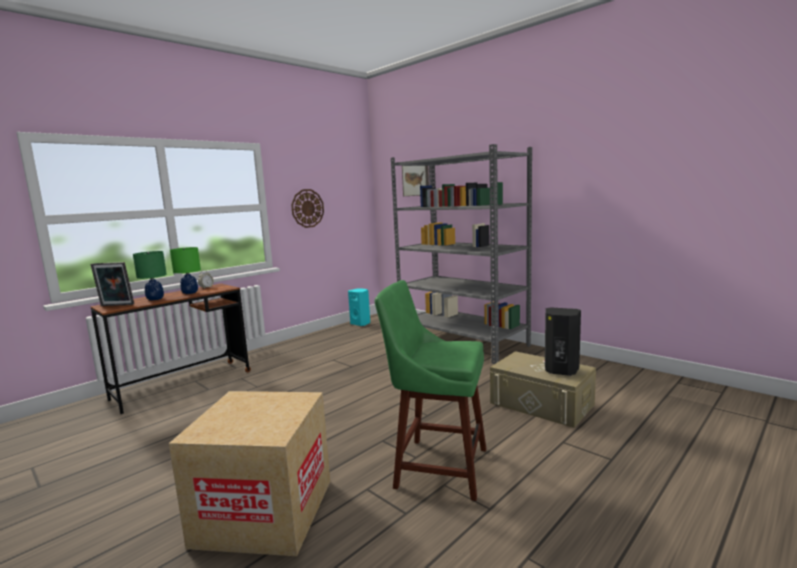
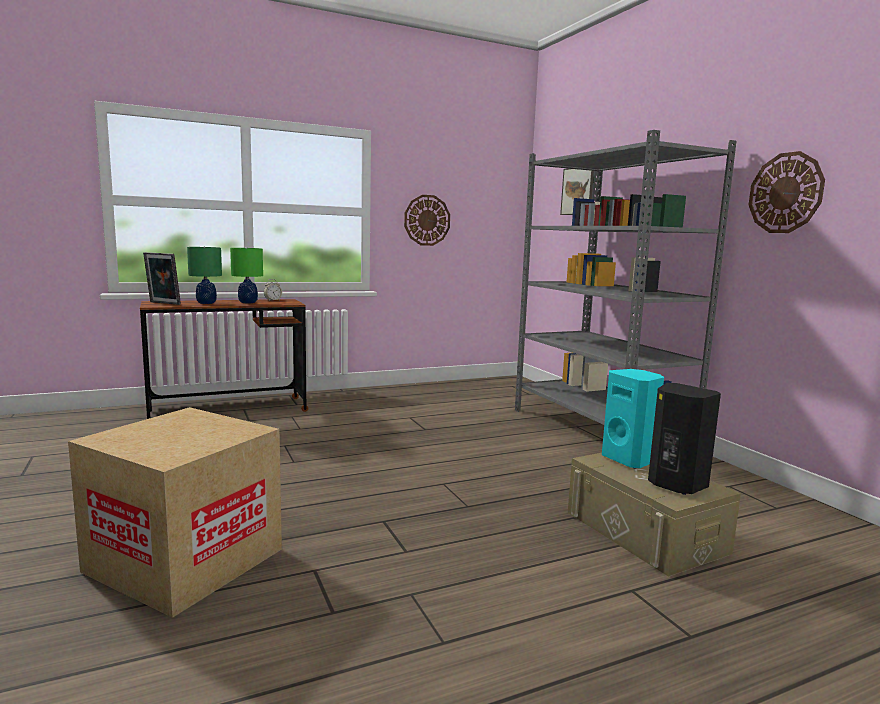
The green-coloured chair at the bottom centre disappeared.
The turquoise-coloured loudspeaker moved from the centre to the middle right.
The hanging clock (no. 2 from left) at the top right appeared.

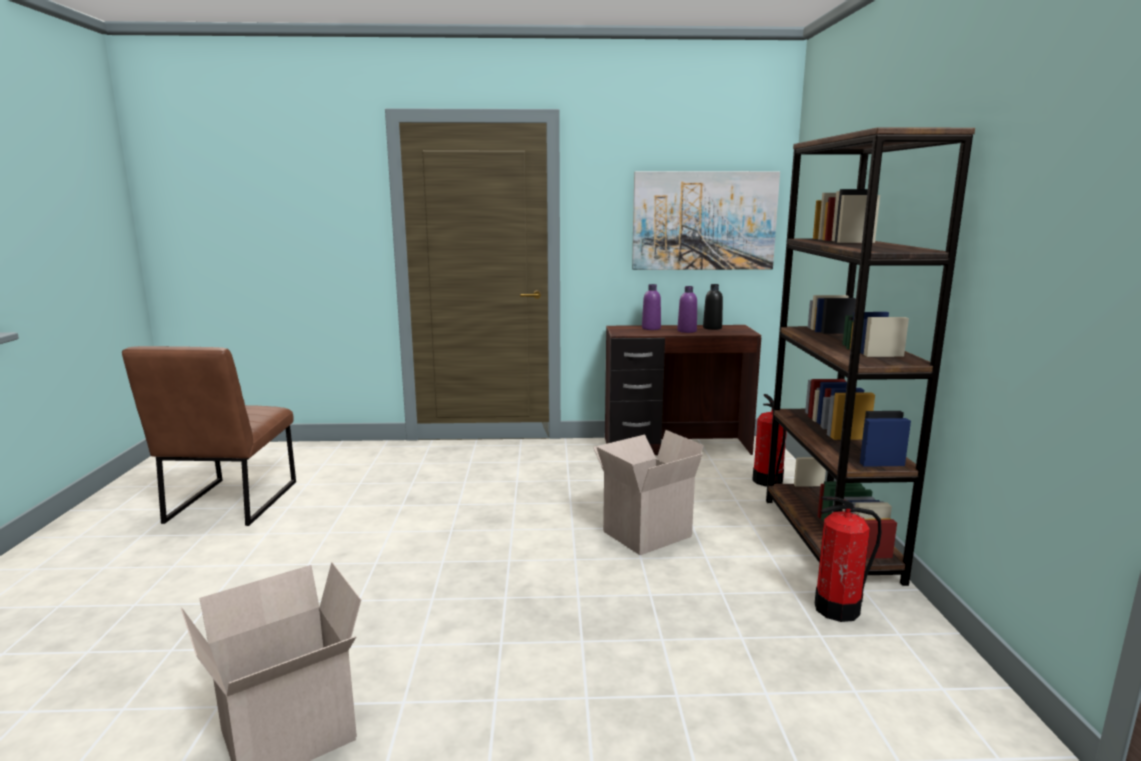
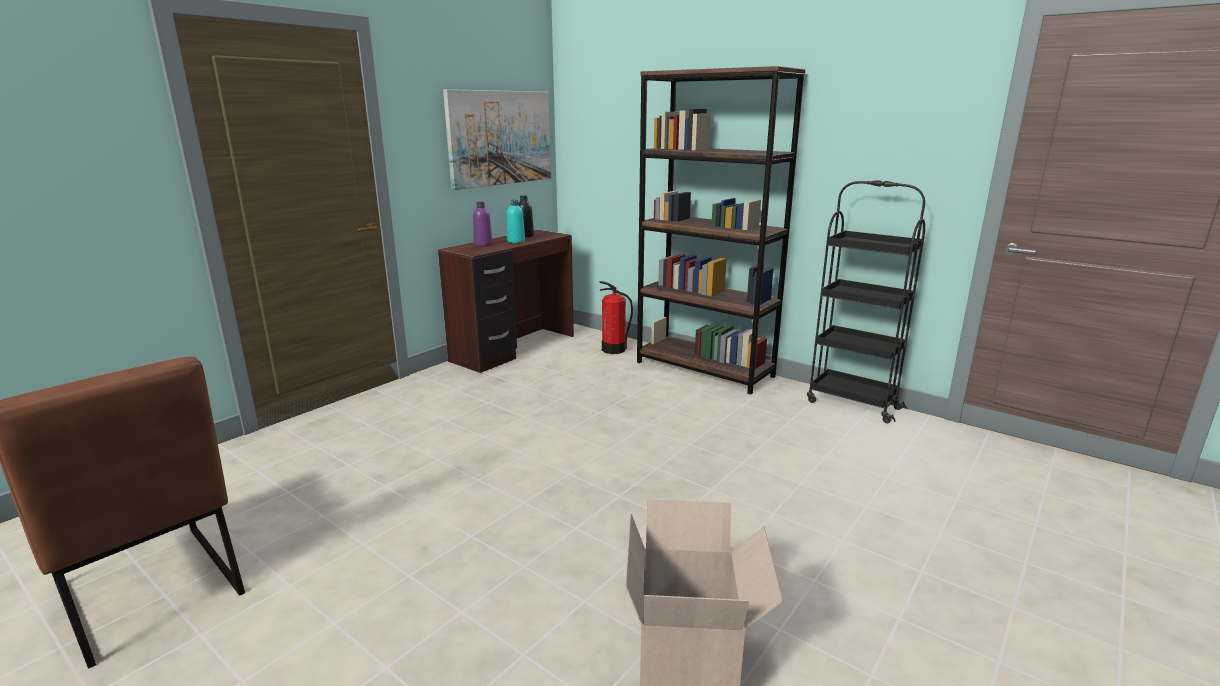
The purple beverage bottle (no. 2 from left) at the centre became the turquoise-coloured beverage bottle at the top centre.
The carton (no. 2 from left) at the centre disappeared.
The extinguisher (no. 2 from left) at the bottom right disappeared.
The blackish trolley at the middle right appeared.

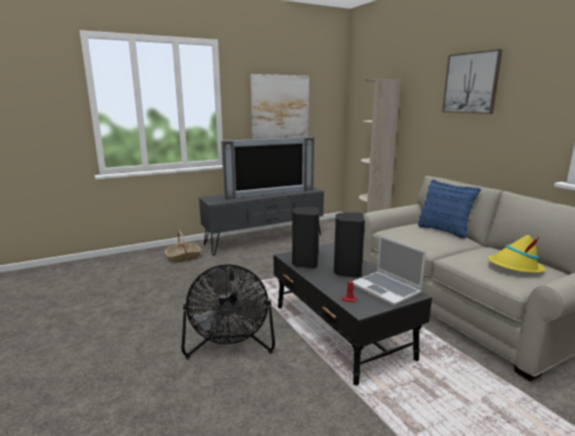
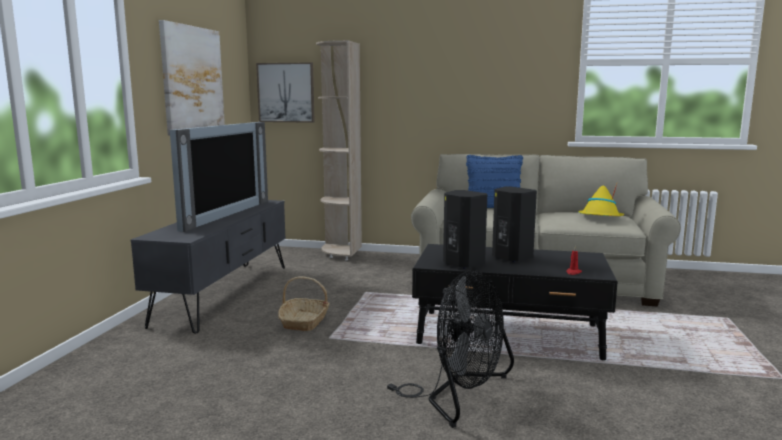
The picture (no. 2 from left) moved from the top right to the top centre.
The basket moved from the middle left to the bottom centre.
The notebook computer at the middle right disappeared.

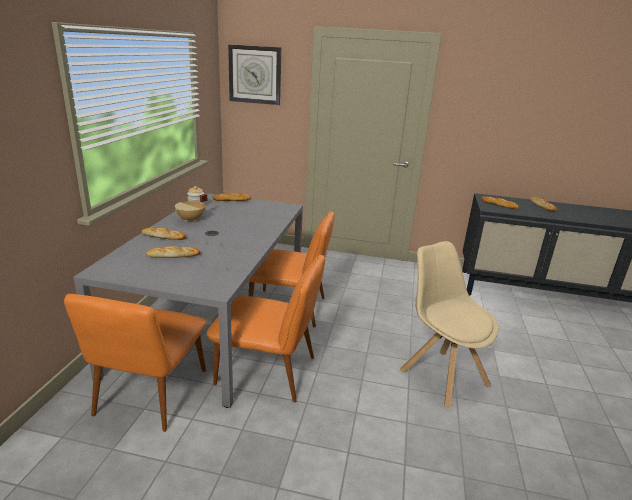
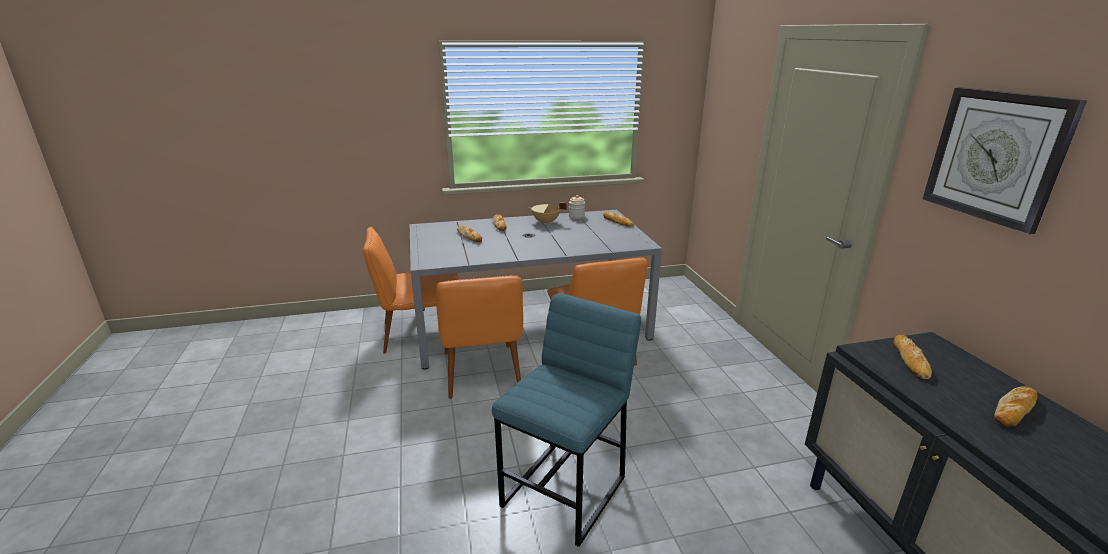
The hanging clock moved from the top centre to the top right.
The beige chair at the middle right was replaced by the bluish stool at the bottom centre.

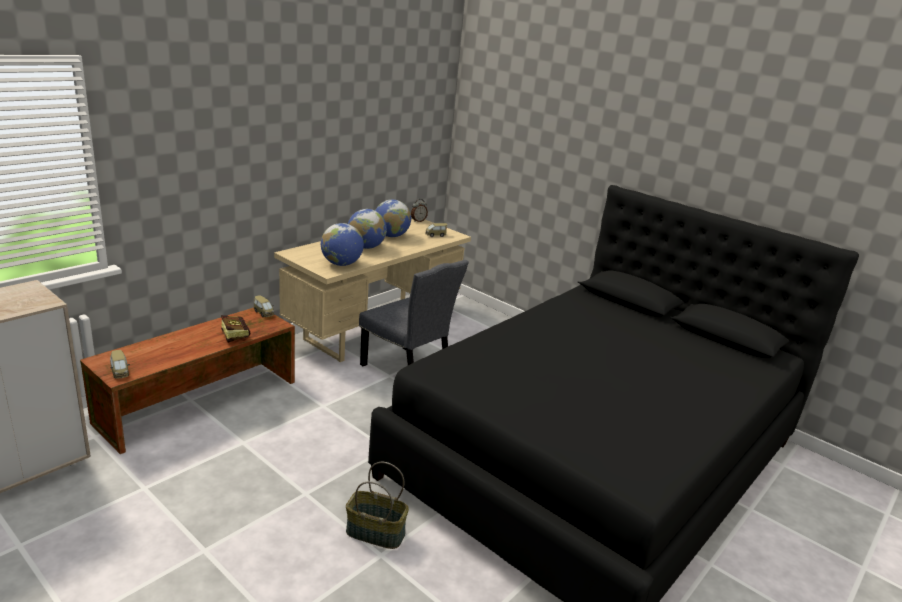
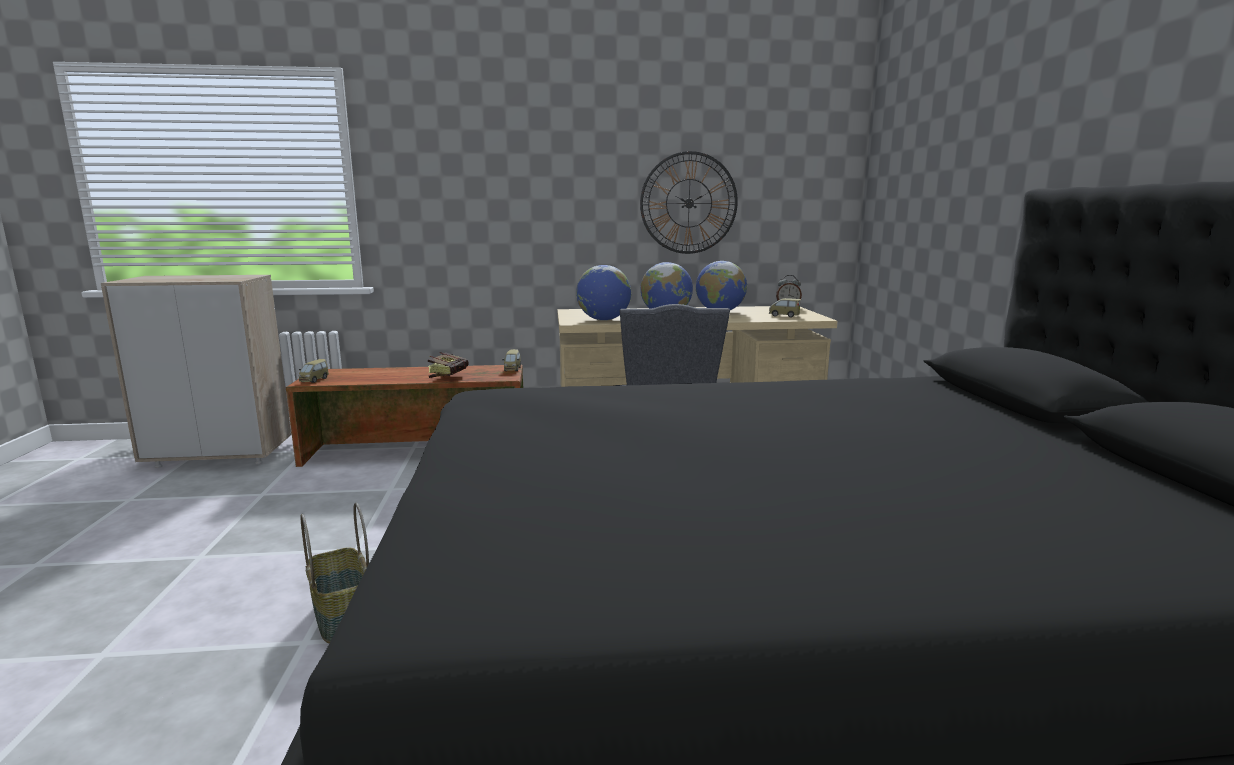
The hanging clock at the top centre appeared.

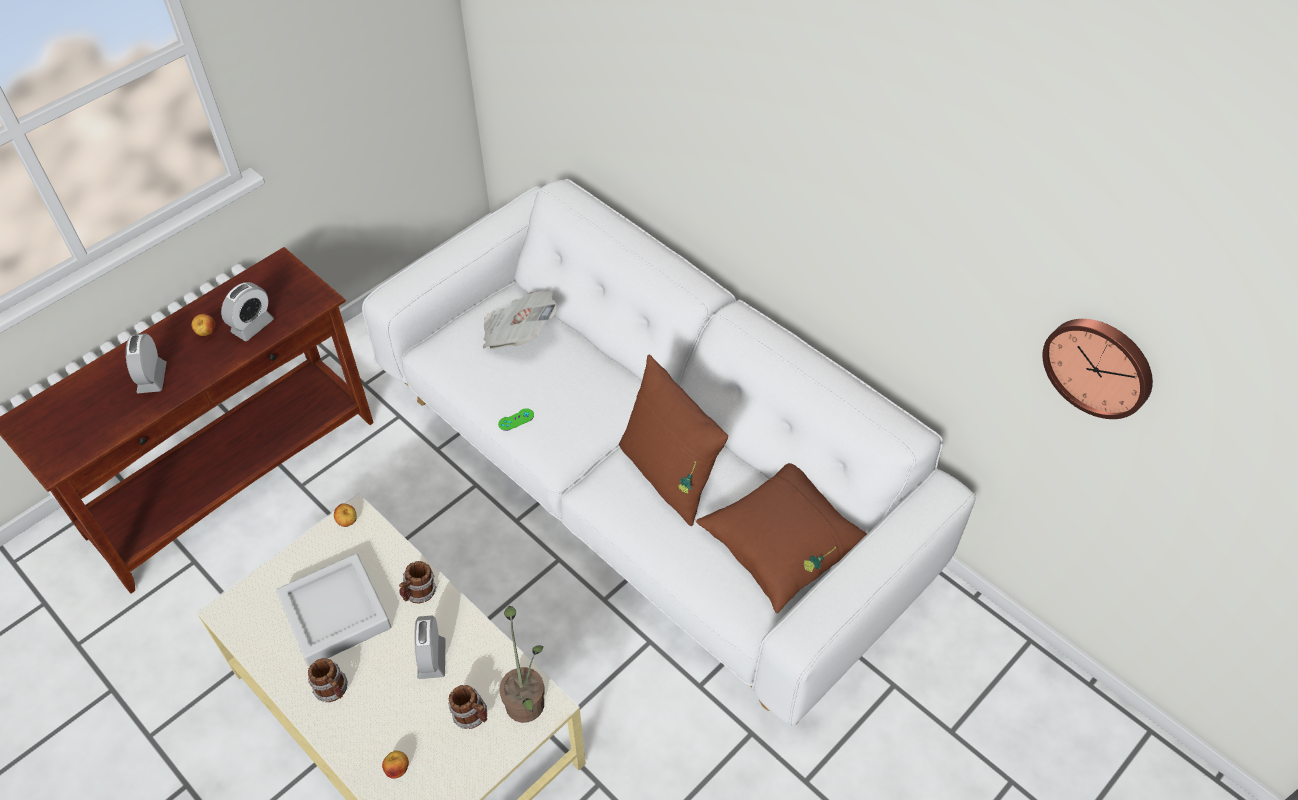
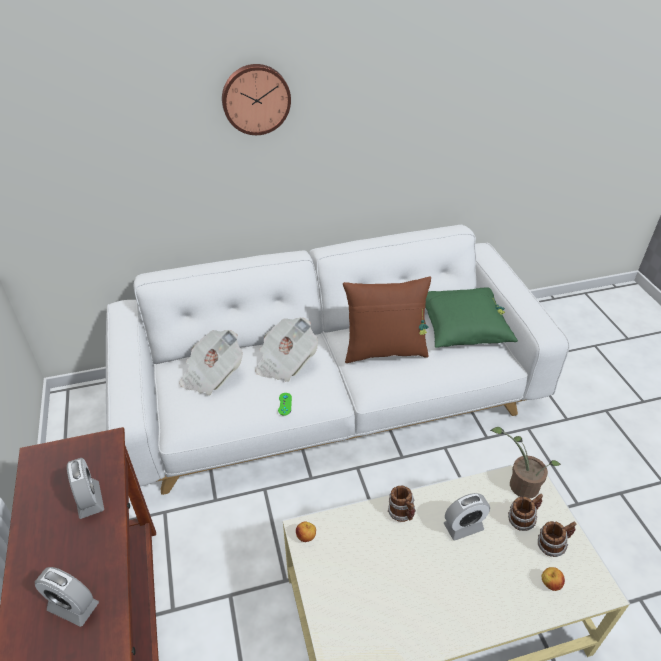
The whole apple (no. 1 from left) at the middle left disappeared.
The hanging clock moved from the middle right to the top centre.
The brown-coloured throw pillow (no. 2 from left) at the bottom centre became the green-coloured throw pillow at the middle right.
The greyish tray at the bottom left disappeared.
The table clock (no. 3 from left) at the bottom left turned 45 degrees counterclockwise.
The tea mug (no. 1 from left in the first image) moved from the bottom left to the bottom right.
The printed paper (no. 2 from left) at the centre appeared.

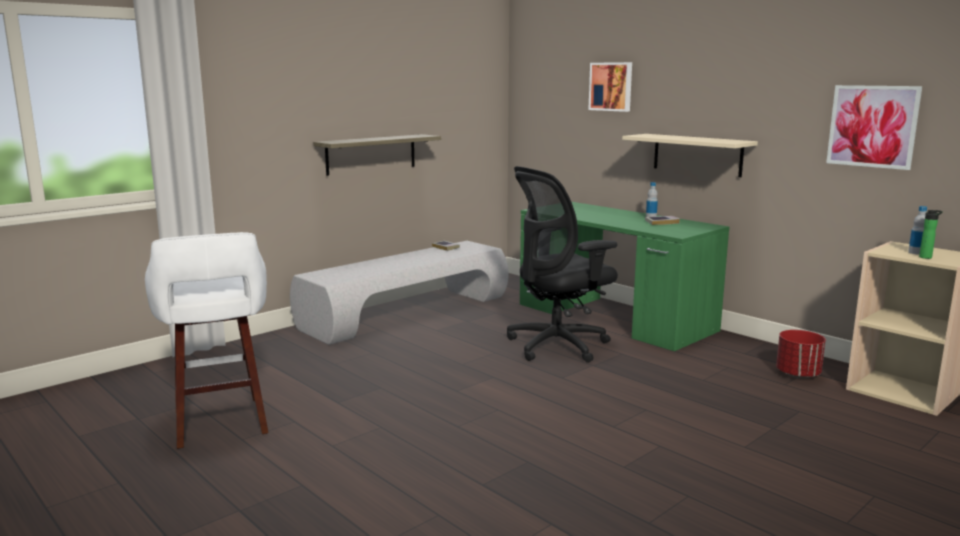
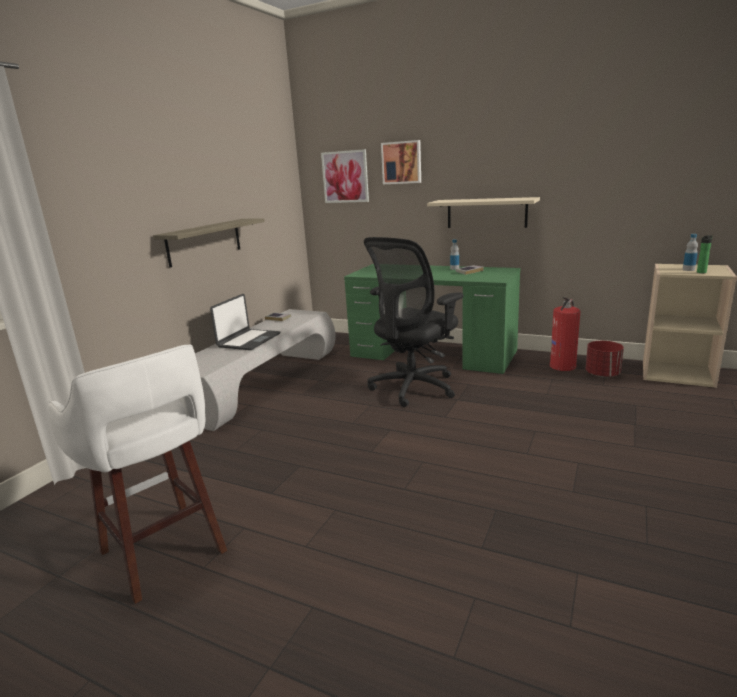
The picture (no. 2 from left in the first image) moved from the top right to the top centre.
The notebook computer at the middle left appeared.
The extinguisher at the middle right appeared.

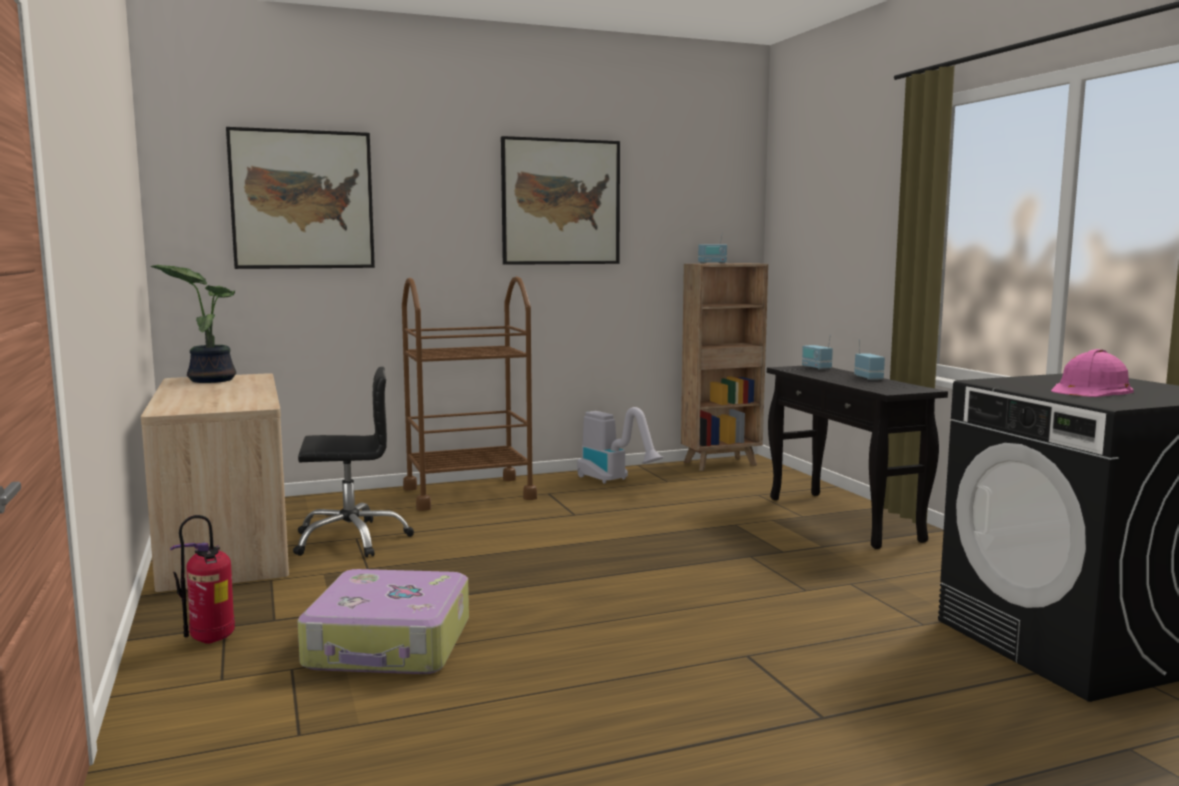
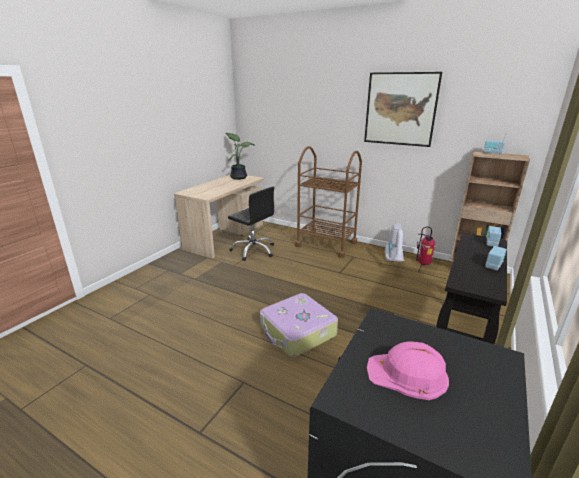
The picture (no. 1 from left) at the top left disappeared.
The extinguisher moved from the bottom left to the middle right.
The travel case moved from the bottom left to the bottom centre.

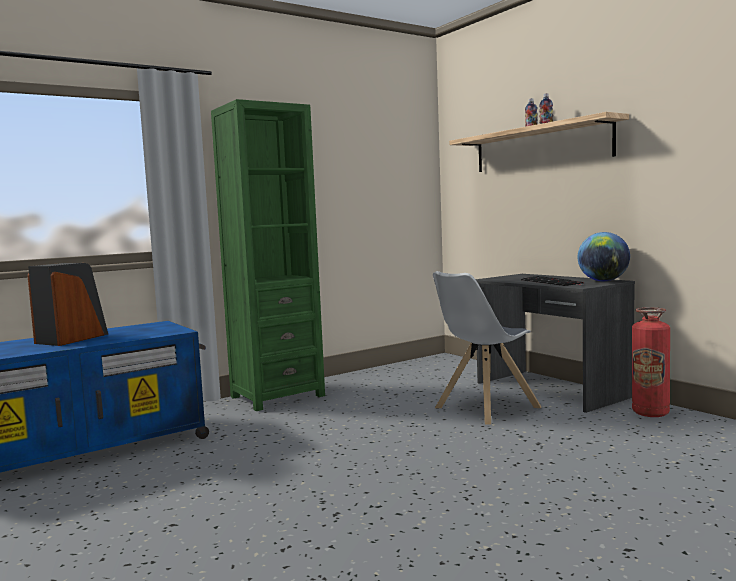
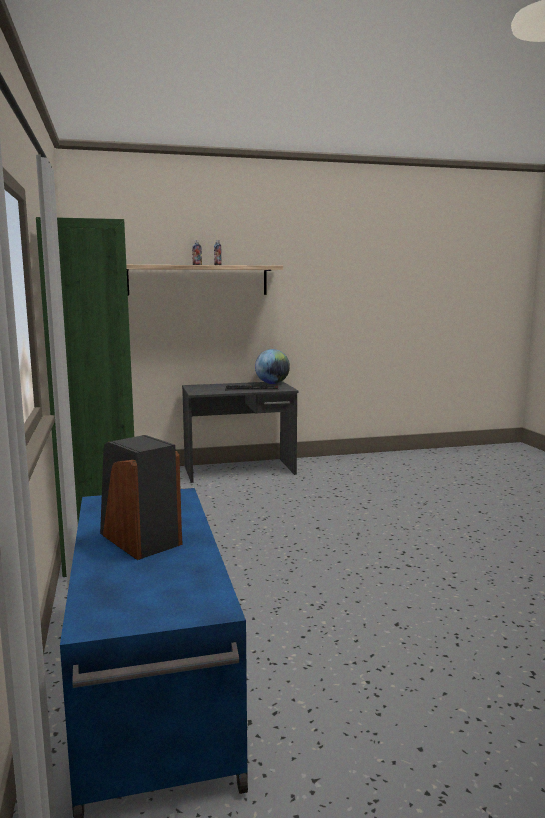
The chair at the centre disappeared.
The extinguisher at the middle right disappeared.

